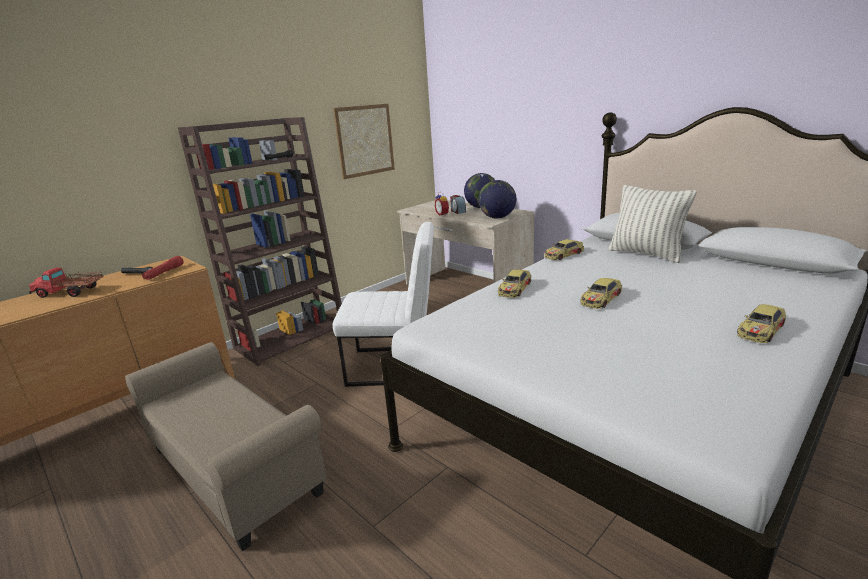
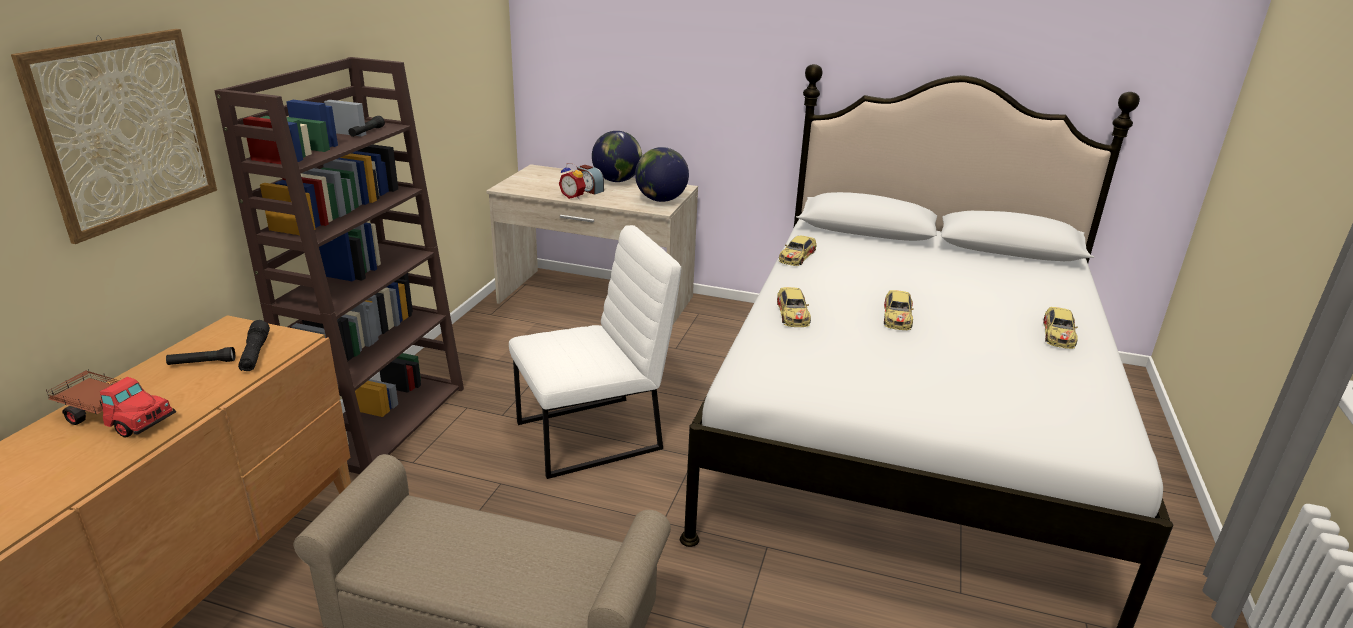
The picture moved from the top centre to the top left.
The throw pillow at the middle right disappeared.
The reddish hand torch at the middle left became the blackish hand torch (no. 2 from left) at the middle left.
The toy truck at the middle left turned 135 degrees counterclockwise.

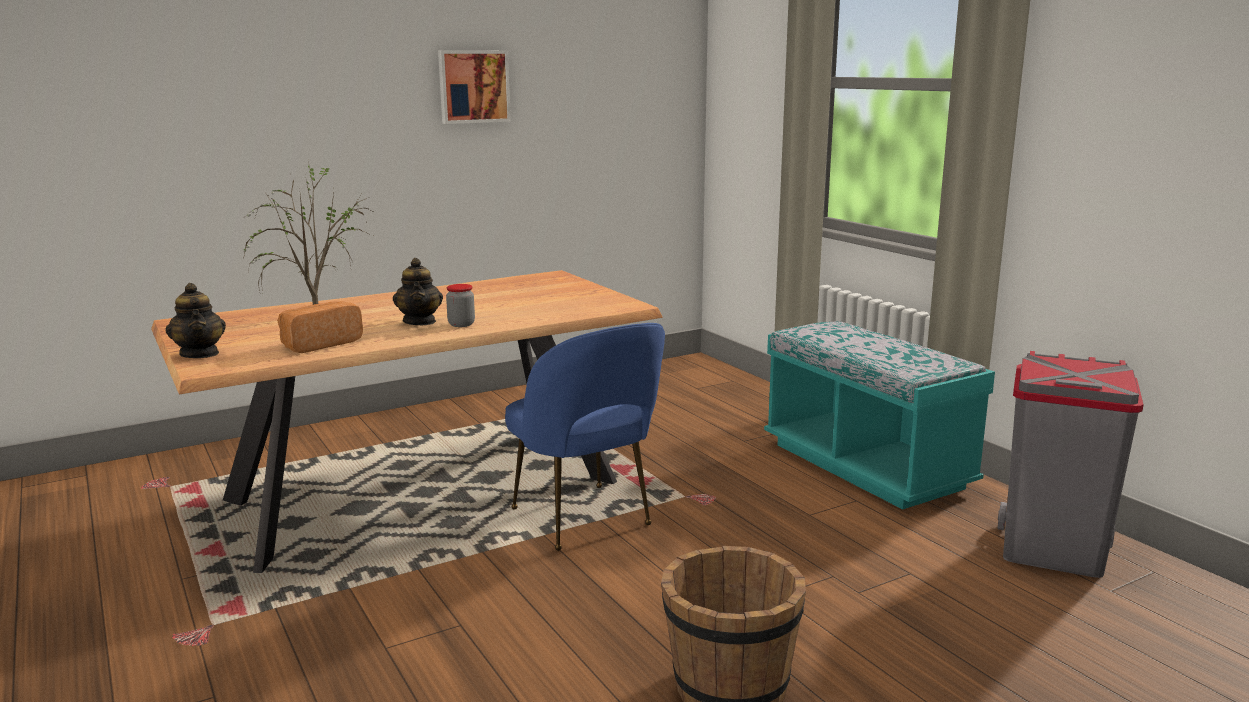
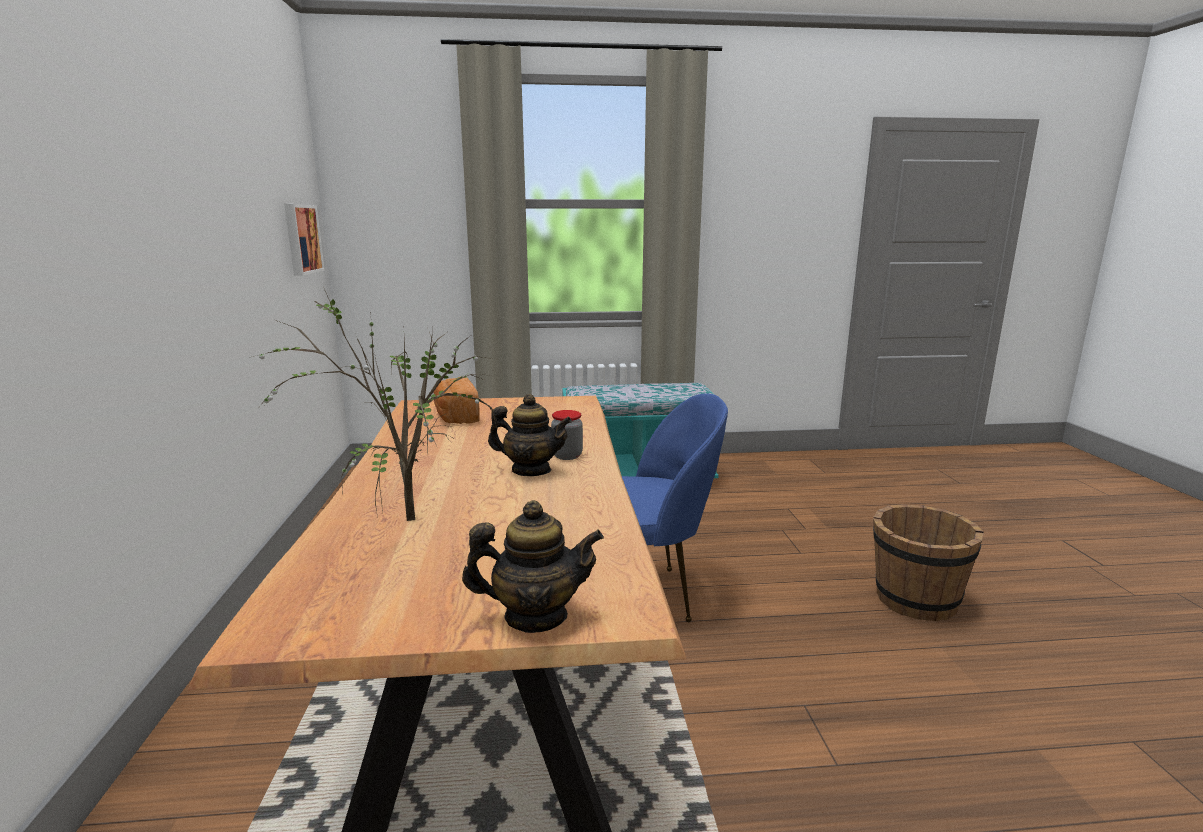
The picture moved from the top centre to the top left.
The bread moved from the middle left to the centre.
The greyish rubbish bin at the middle right disappeared.

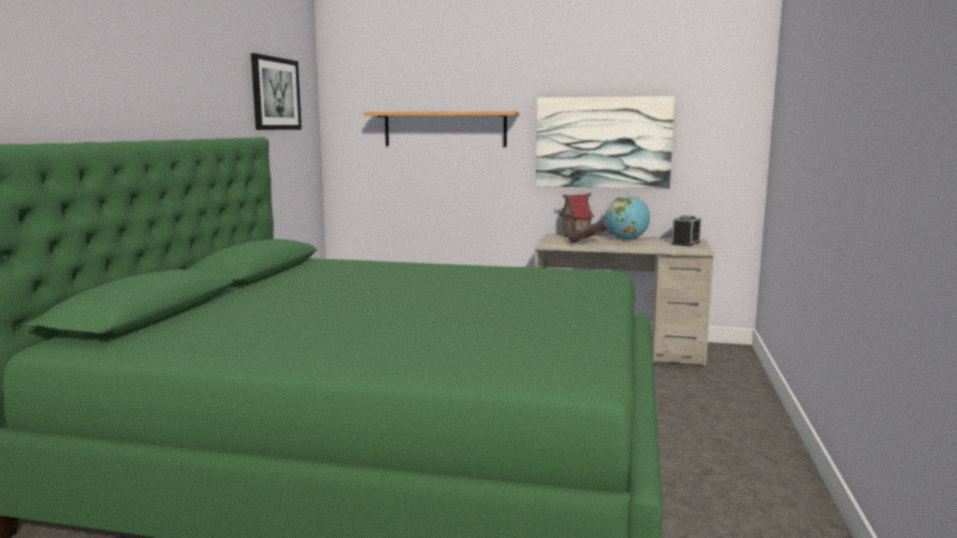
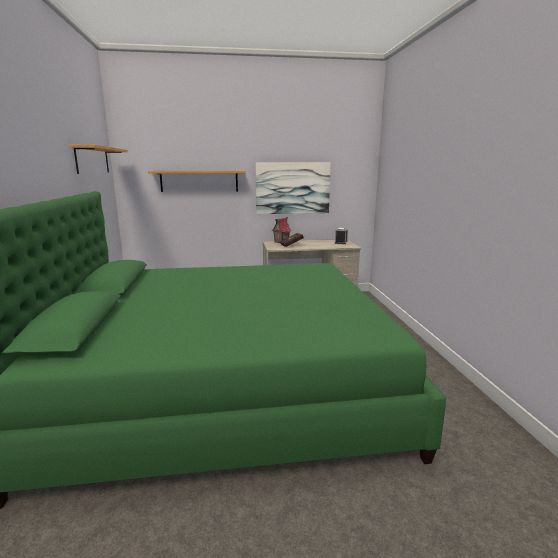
The picture (no. 1 from left) at the top left was replaced by the wall shelf (no. 1 from left) at the top left.
The desk globe at the centre disappeared.

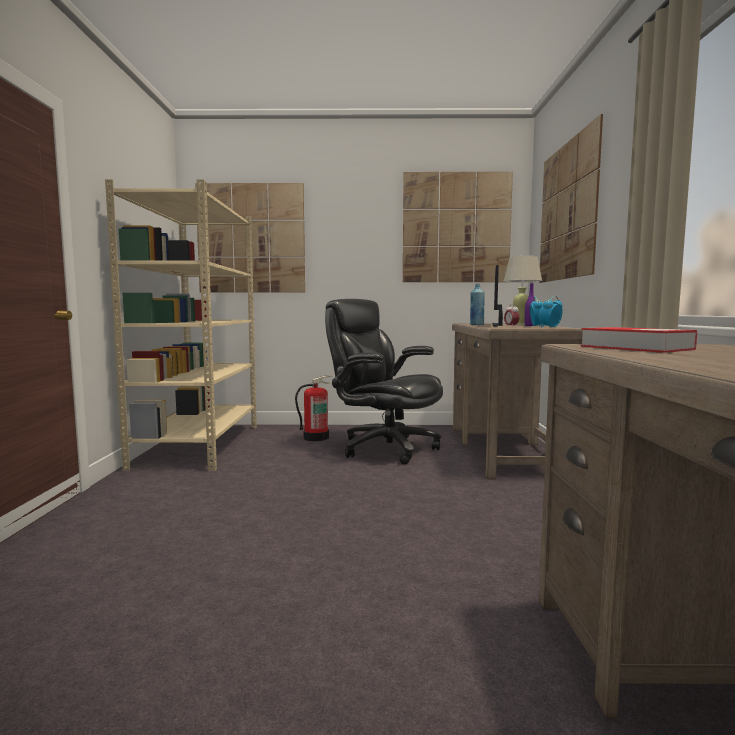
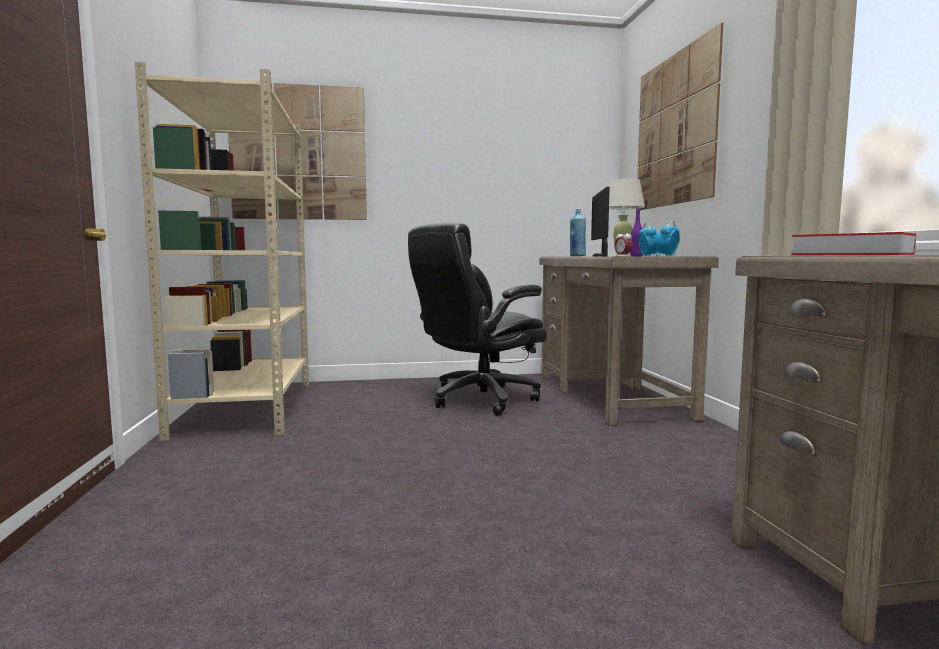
The picture (no. 2 from left) at the top centre disappeared.
The blackish computer chair at the centre turned 60 degrees counterclockwise.
The extinguisher at the centre disappeared.

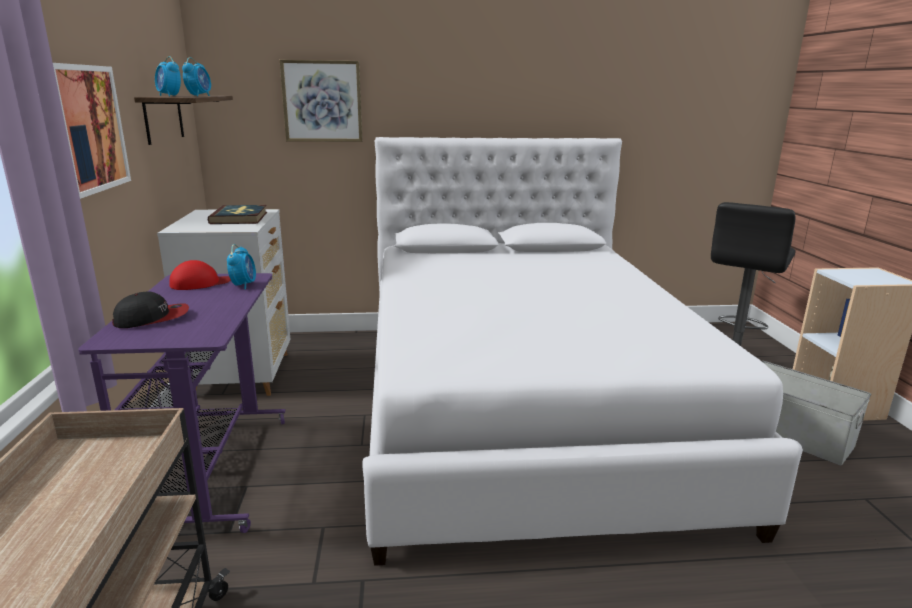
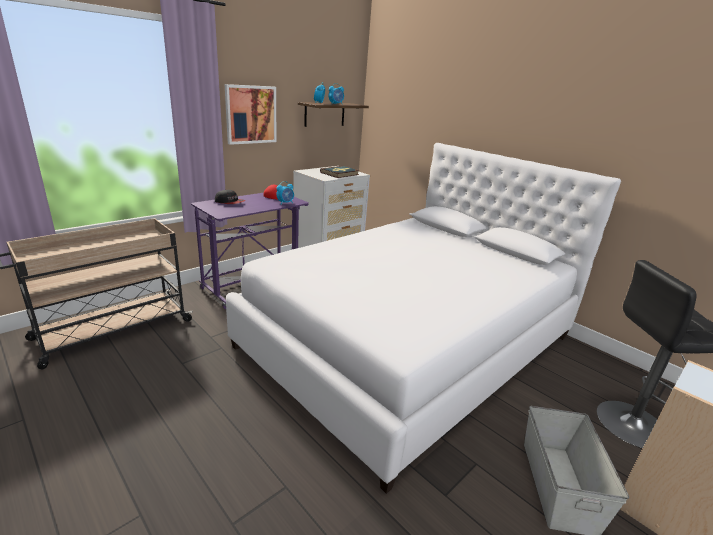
The picture (no. 2 from left) at the top centre disappeared.

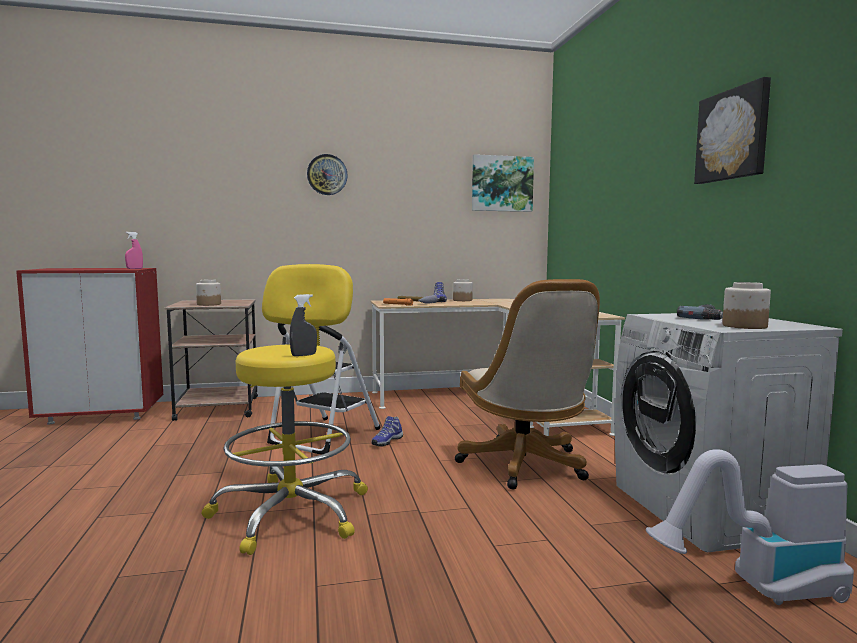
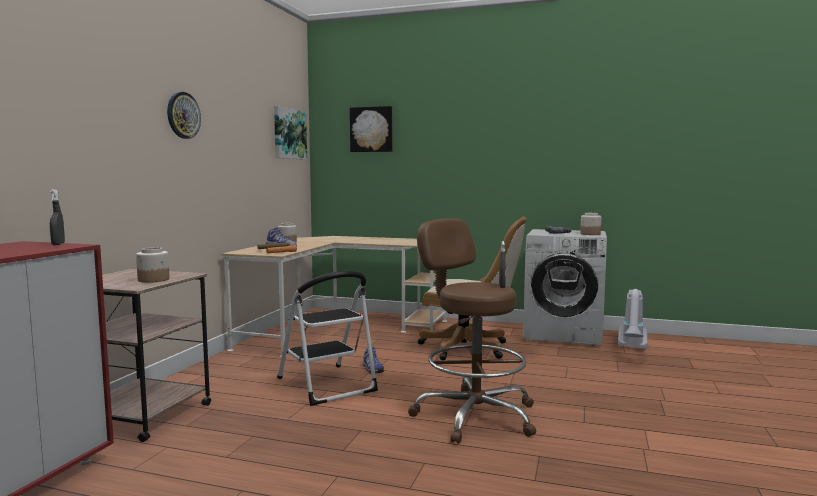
The picture (no. 2 from left) moved from the top right to the top centre.
The pink-coloured spray bottle at the middle left became the greyish spray bottle (no. 1 from left) at the middle left.
The yellow stool at the middle left became the brown-coloured stool at the bottom centre.

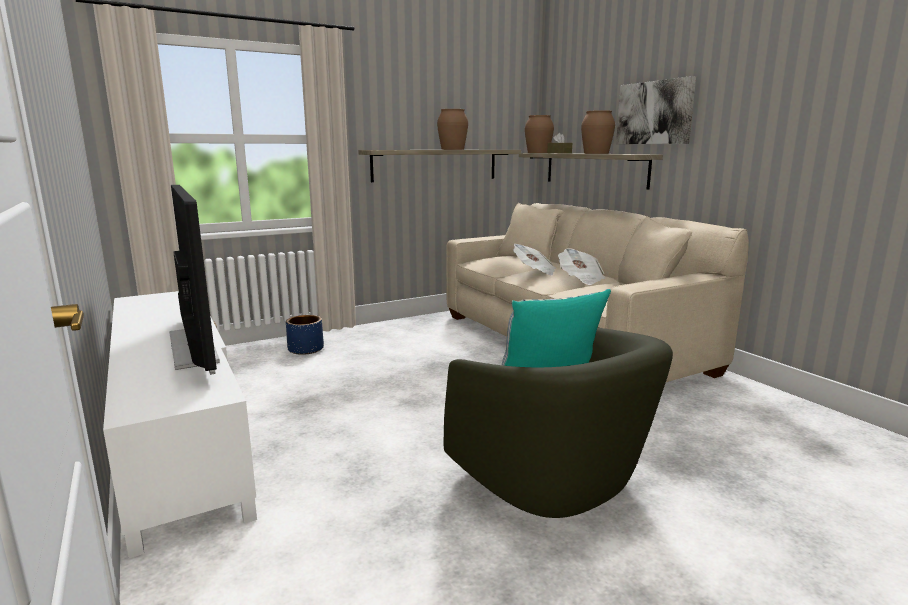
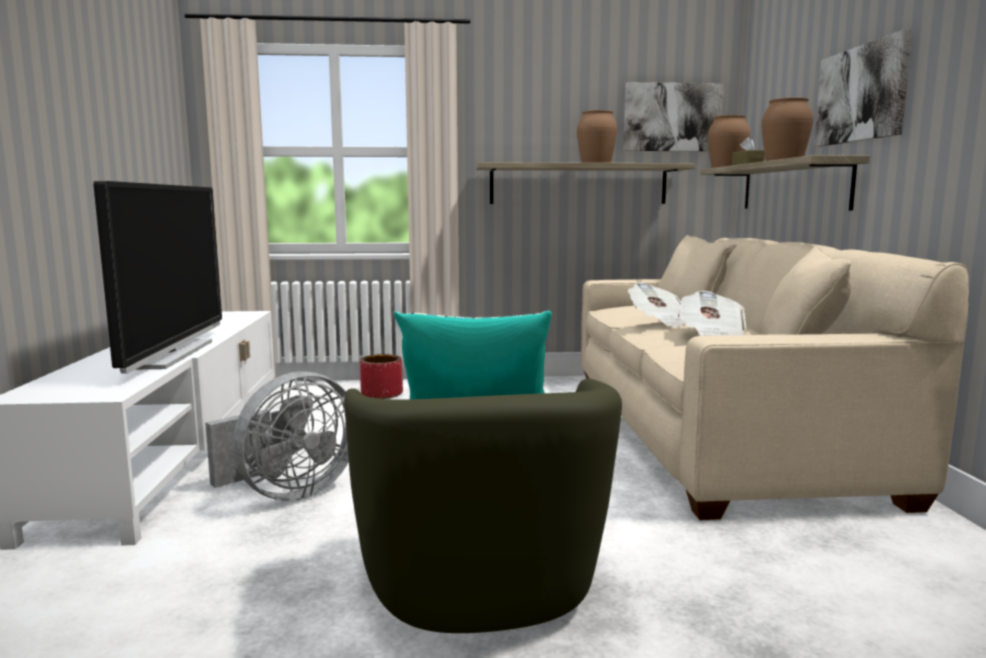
The bluish flower pot at the centre became the reddish flower pot at the centre.
The picture (no. 1 from left) at the top right appeared.
The greyish electric fan at the middle left appeared.

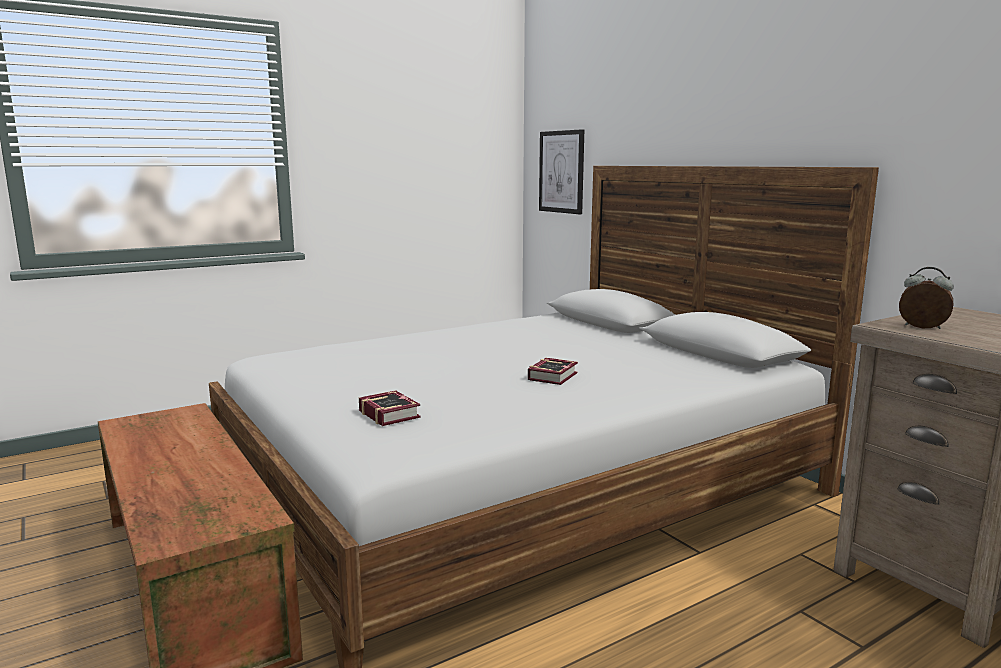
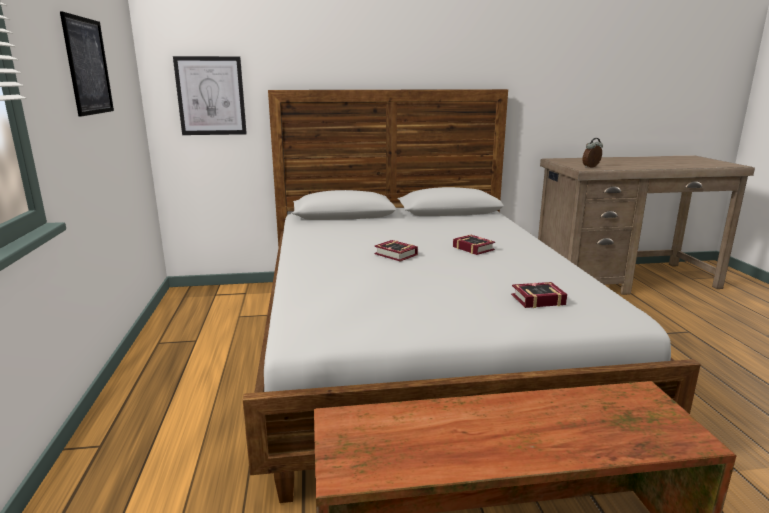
The picture (no. 1 from left) at the top left appeared.
The bound book (no. 1 from left) at the centre appeared.

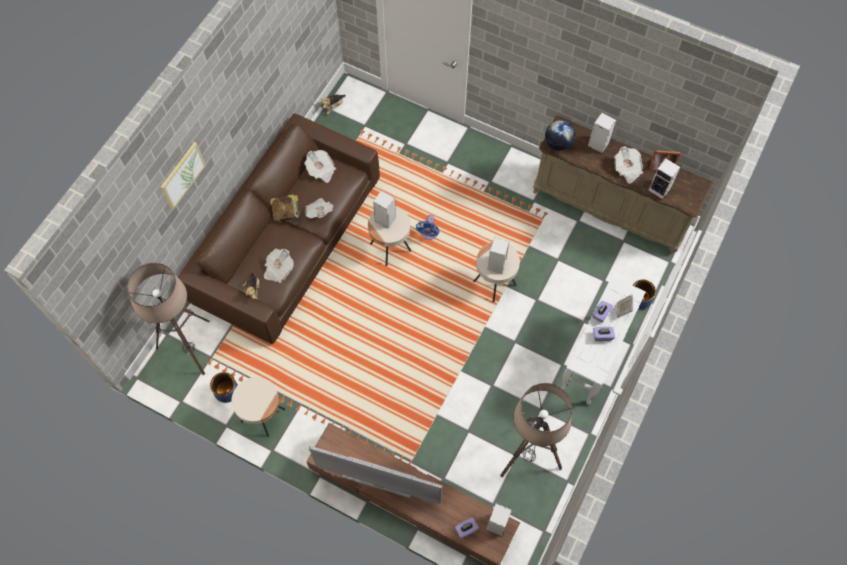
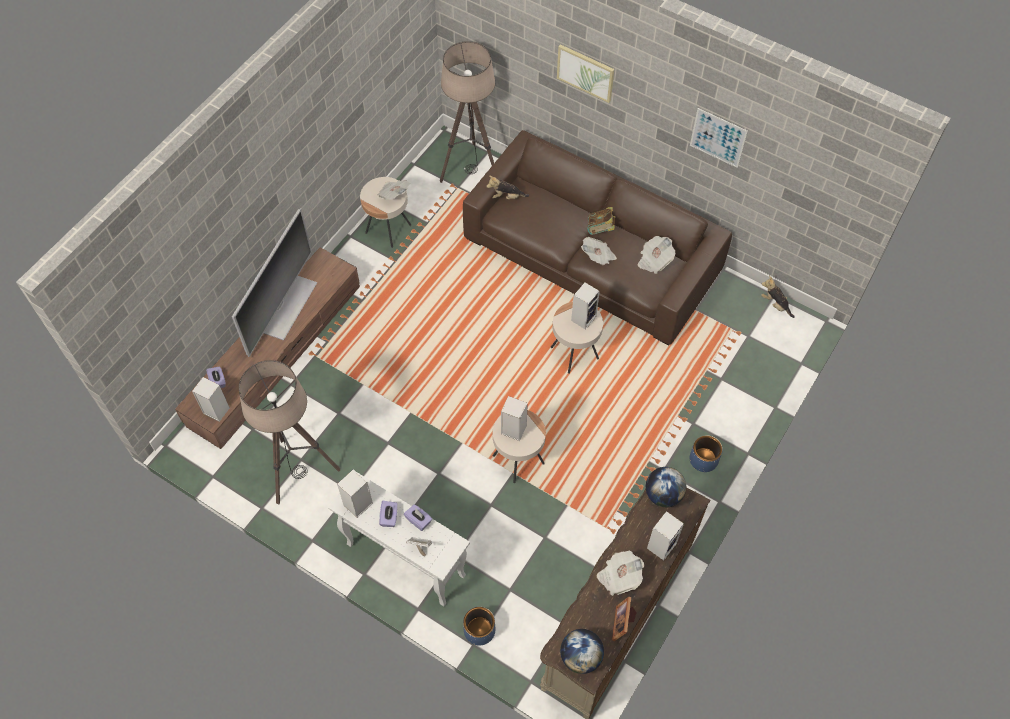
The loudspeaker (no. 5 from left in the first image) moved from the top right to the bottom centre.
The bluish electric fan at the centre disappeared.
The printed paper (no. 1 from left) moved from the middle left to the top centre.
The bluish flower pot (no. 1 from left in the first image) moved from the bottom left to the middle right.
The picture (no. 2 from left) at the top right appeared.
The desk globe (no. 1 from left) at the bottom centre appeared.

